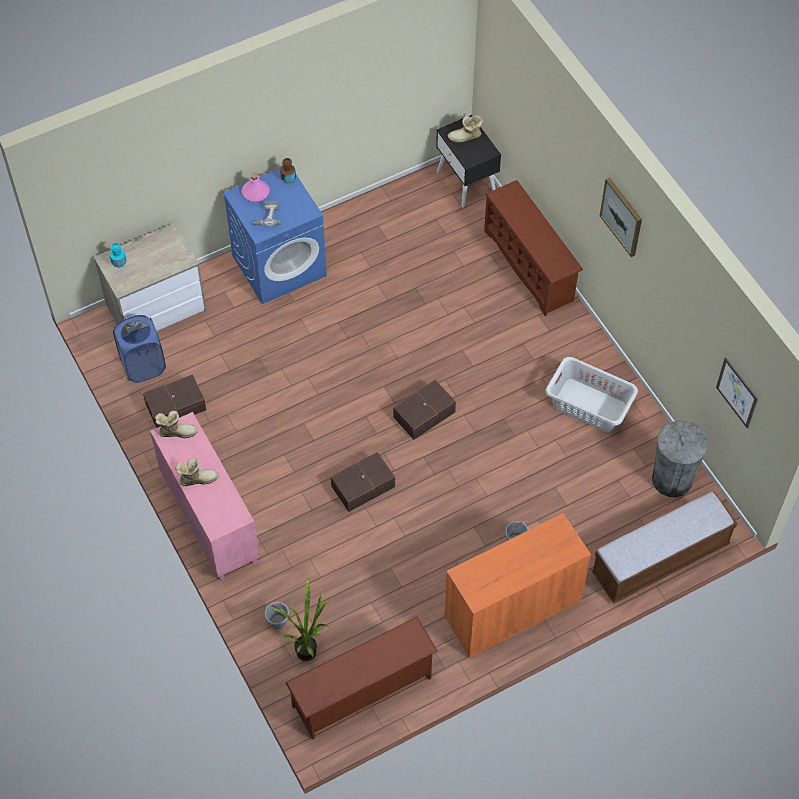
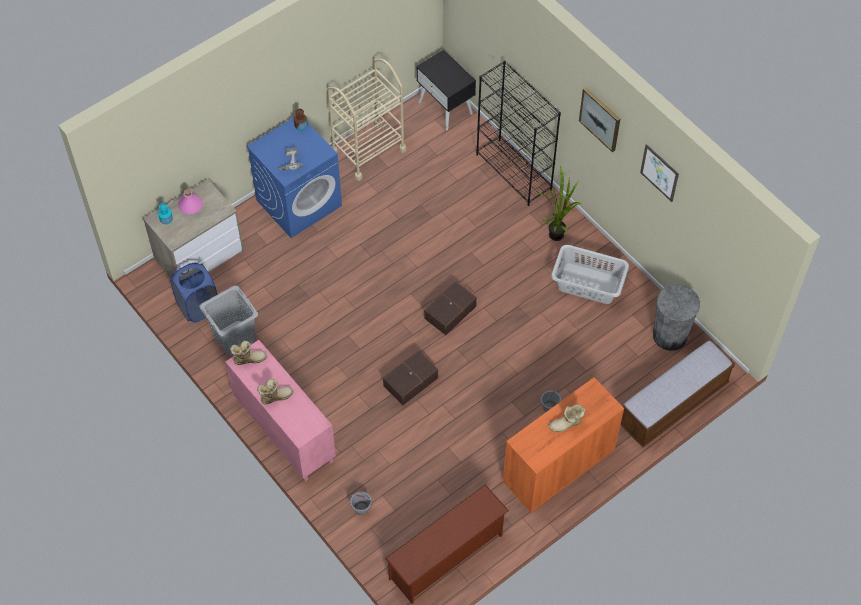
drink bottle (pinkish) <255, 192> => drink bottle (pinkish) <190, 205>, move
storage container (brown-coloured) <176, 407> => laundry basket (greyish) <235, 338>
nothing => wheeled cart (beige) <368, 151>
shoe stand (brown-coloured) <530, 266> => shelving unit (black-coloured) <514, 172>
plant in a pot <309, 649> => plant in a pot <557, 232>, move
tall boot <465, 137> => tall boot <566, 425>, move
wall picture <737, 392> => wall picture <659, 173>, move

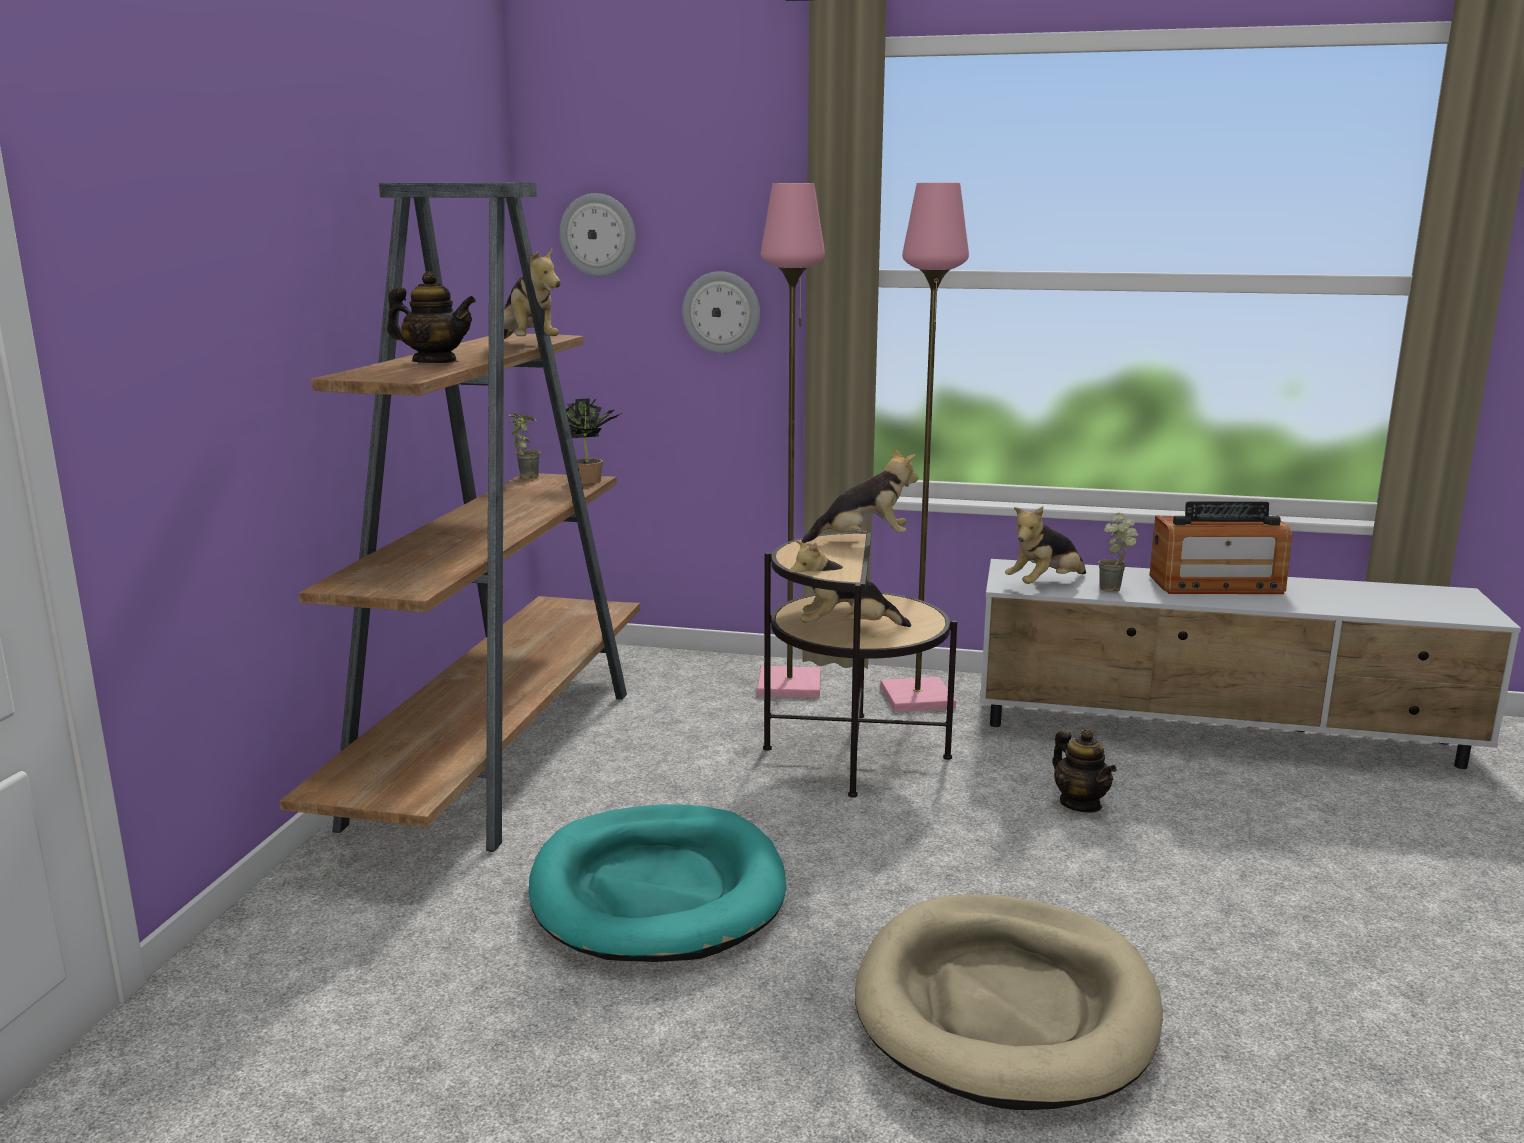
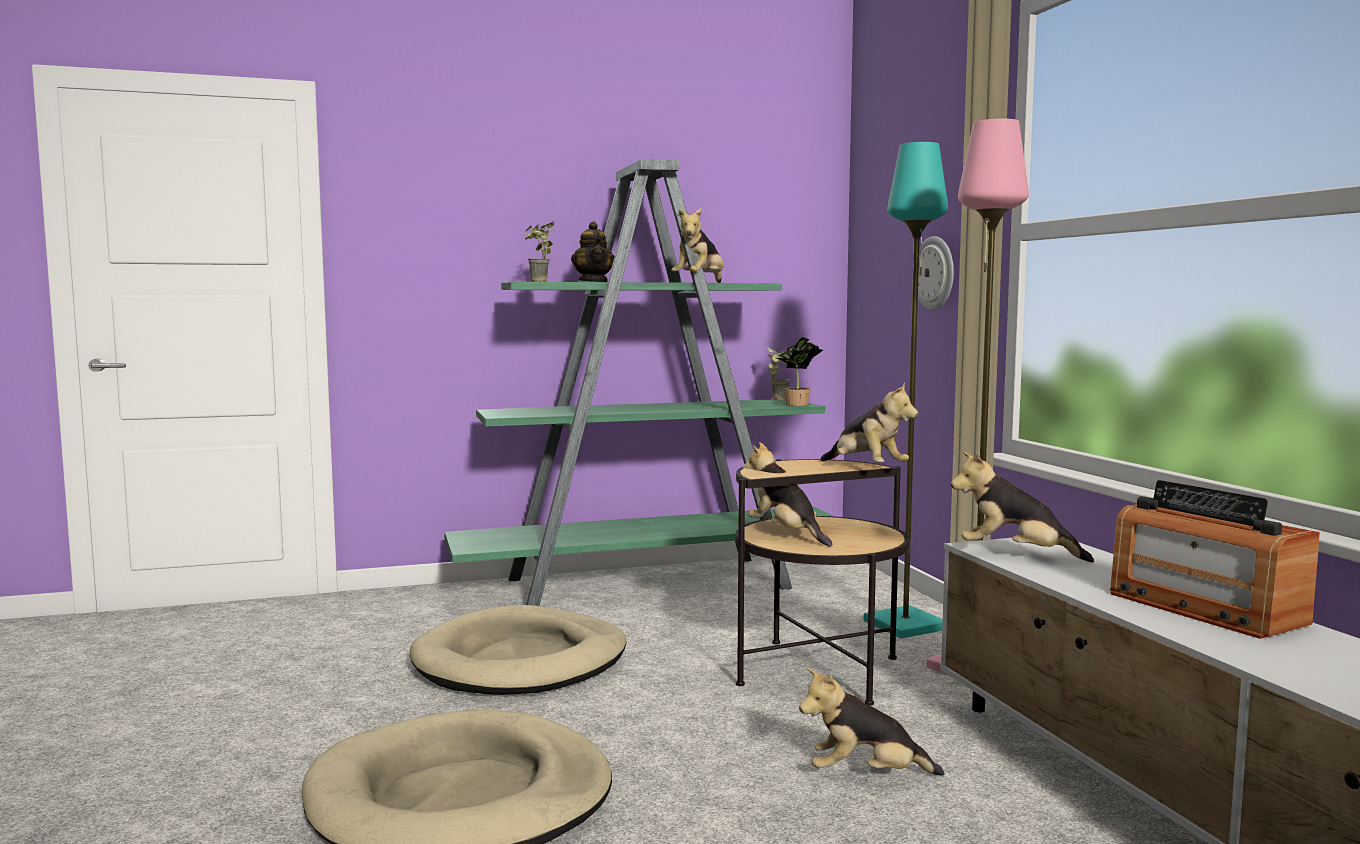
dog bed (turquoise-coloured) <657, 891> => dog bed (beige) <521, 661>
shelving unit (brown-coloured) <499, 753> => shelving unit (green) <652, 584>
plant in a pot <1116, 590> => plant in a pot <538, 282>, move
pot for tea <1080, 804> => cuddly toy <866, 775>
standard lamp (pinkish) <790, 685> => standard lamp (turquoise-coloured) <907, 625>
hanging clock <598, 235> => nothing

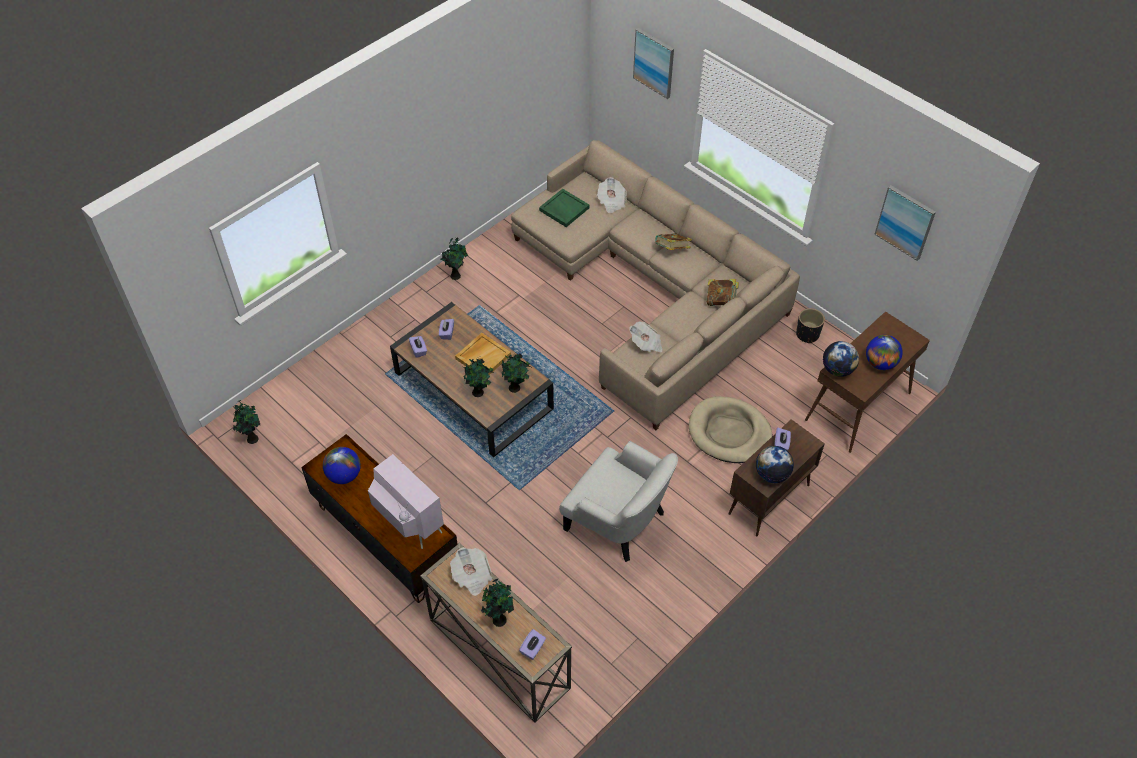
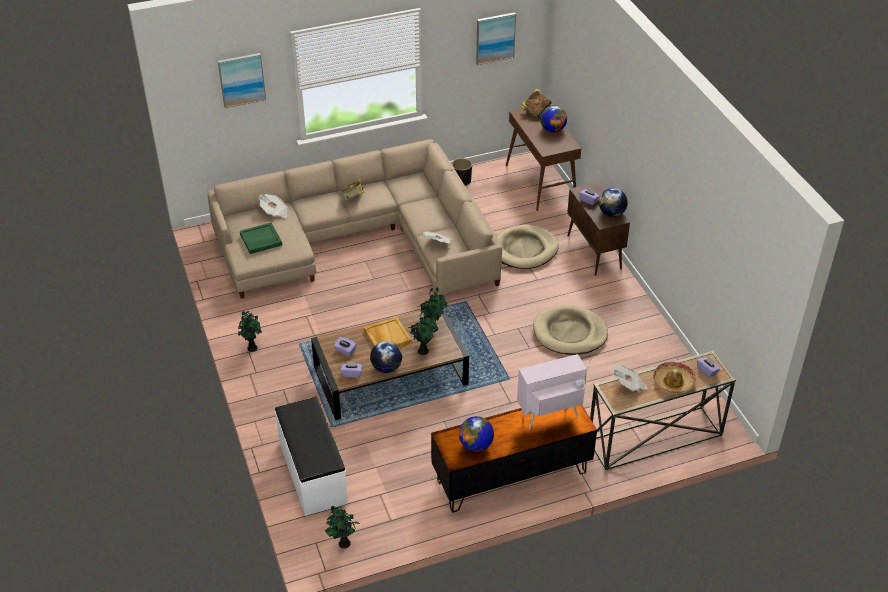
nothing => long seat (white-coloured) <312, 473>
globe <837, 370> => globe <386, 368>, move
book <721, 300> => book <536, 112>, move
easy chair (white-coloured) <618, 520> => dog bed (beige) <569, 333>
plant in a pot <498, 619> => wearable hat <673, 381>

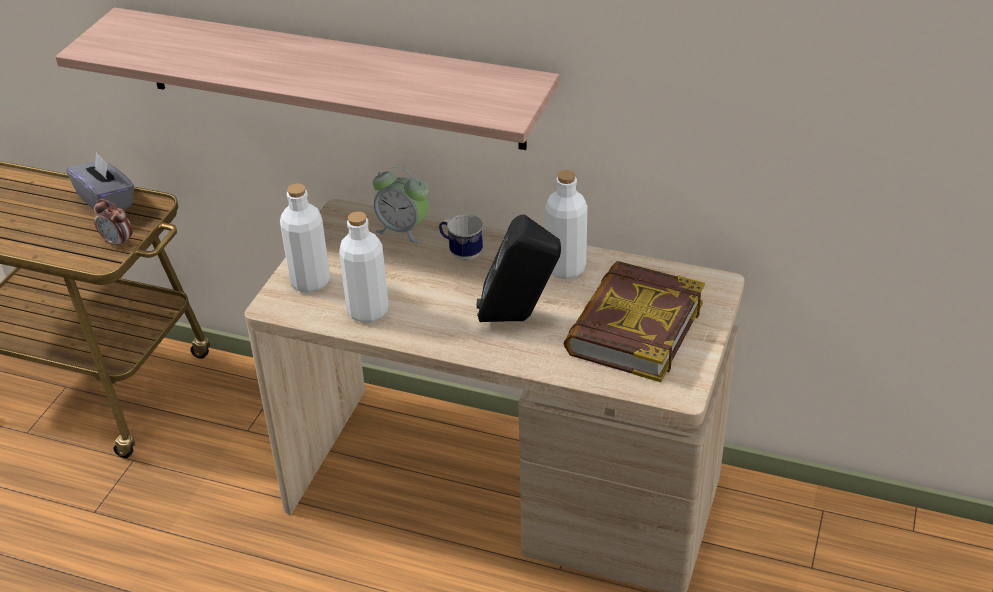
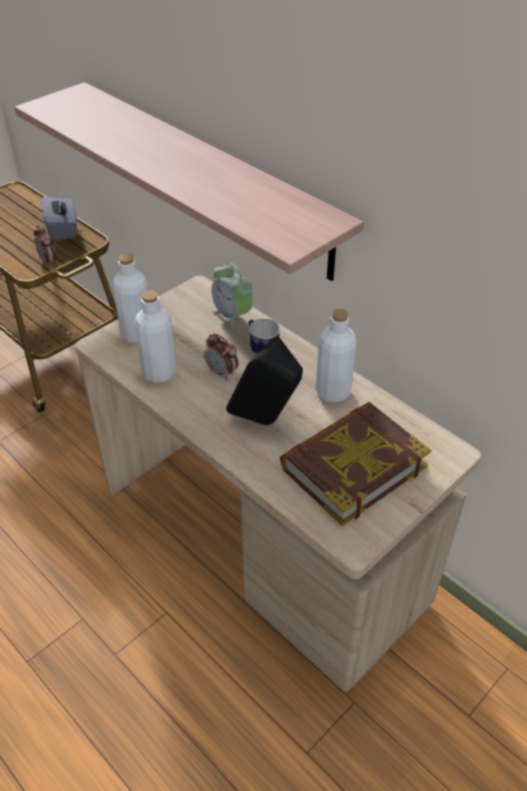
nothing => alarm clock <222, 373>

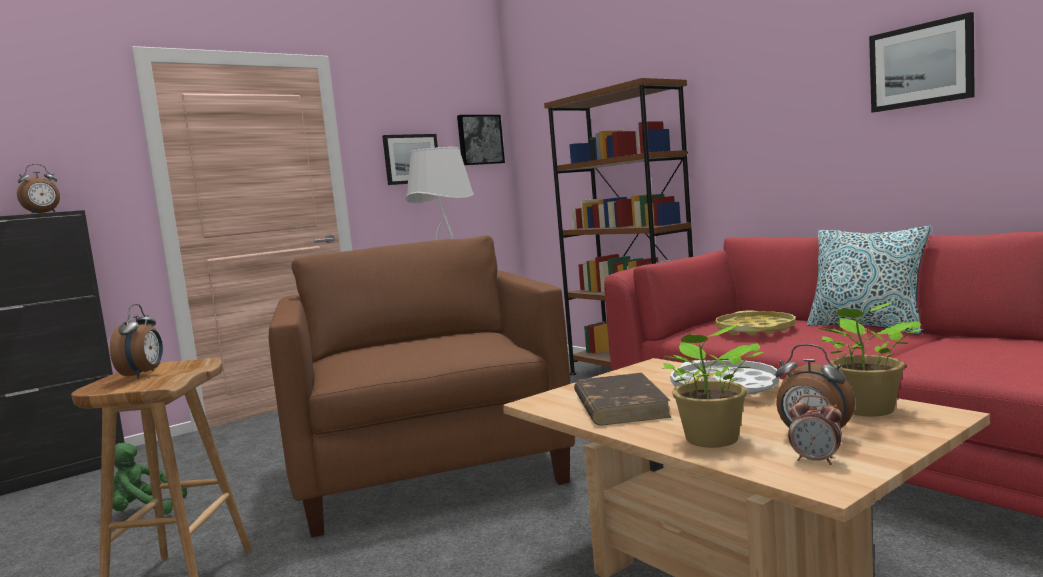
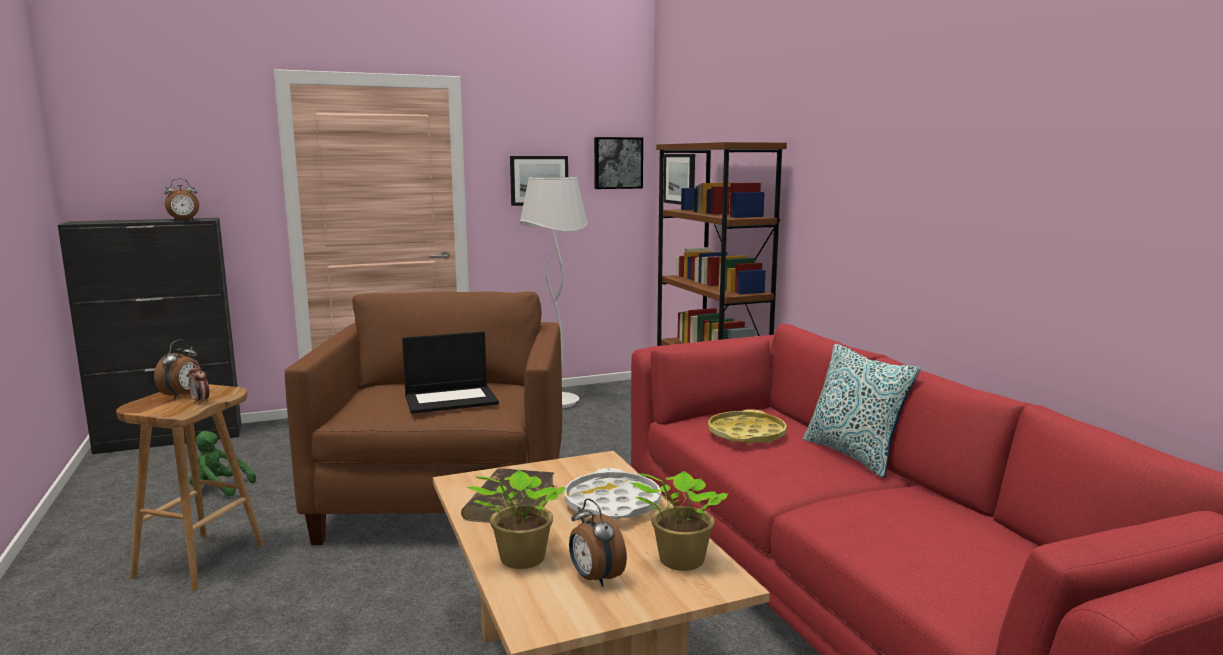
alarm clock <816, 460> => alarm clock <201, 401>, move
nothing => laptop <452, 399>
wall picture <921, 65> => wall picture <680, 179>, move

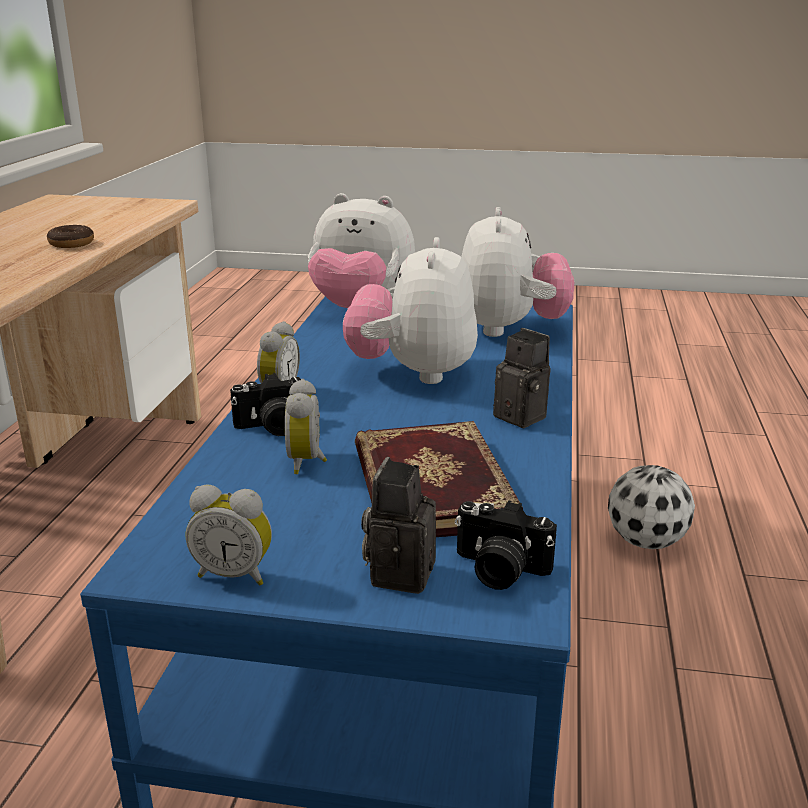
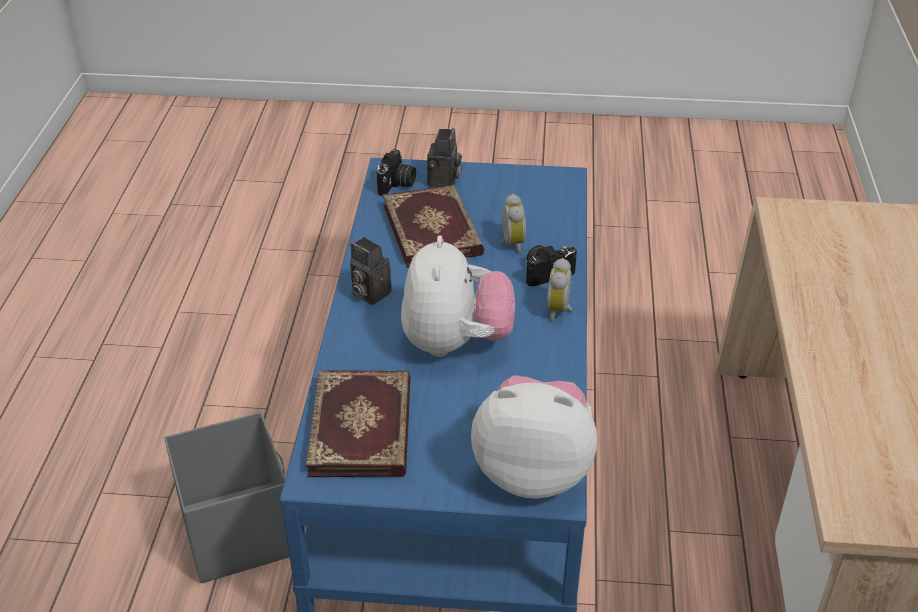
ball for football <647, 542> => storage container (greyish) <238, 530>
cuddly toy <510, 329> => book <363, 427>
photo camera <498, 570> => photo camera <397, 184>, 90 degrees clockwise
ring doughnut <71, 244> => nothing
alarm clock <235, 574> => nothing

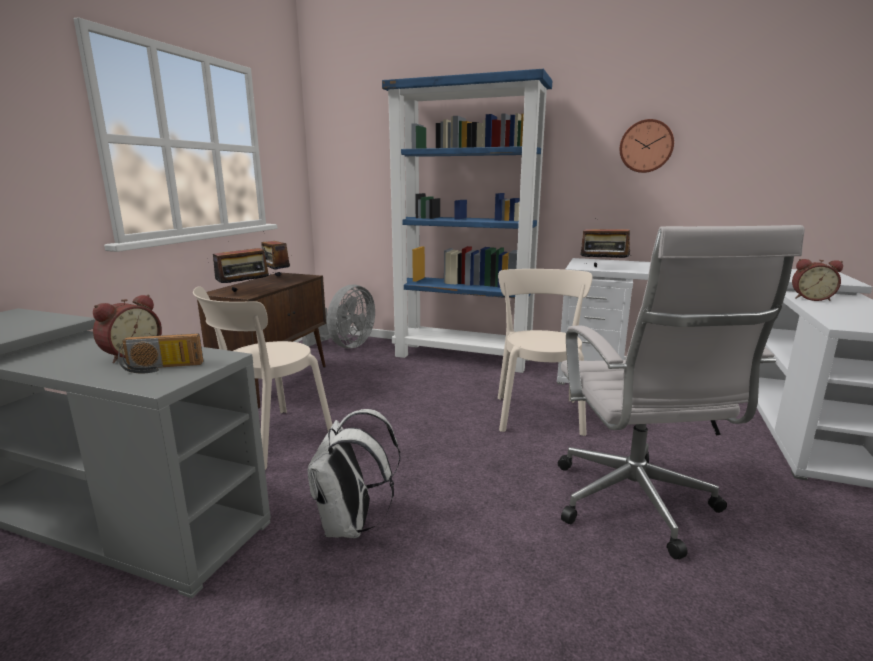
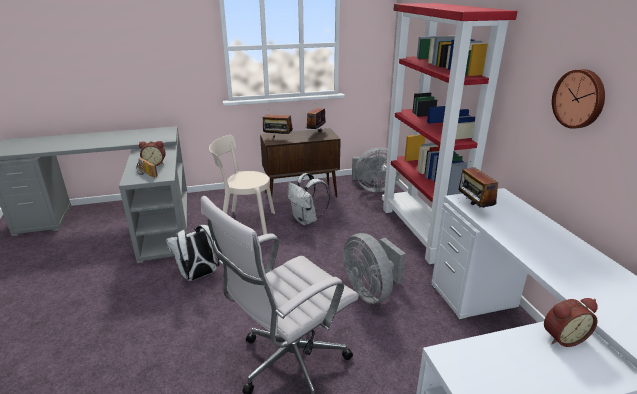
nothing => knapsack (white-coloured) <306, 220>
chair (beige) <538, 413> => electric fan (greyish) <371, 291>
shelving unit (bluish) <464, 357> => shelving unit (reddish) <421, 232>
alarm clock <811, 298> => alarm clock <562, 337>, 90 degrees counterclockwise

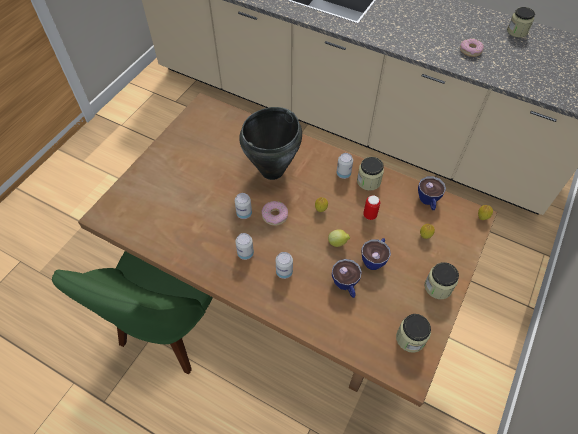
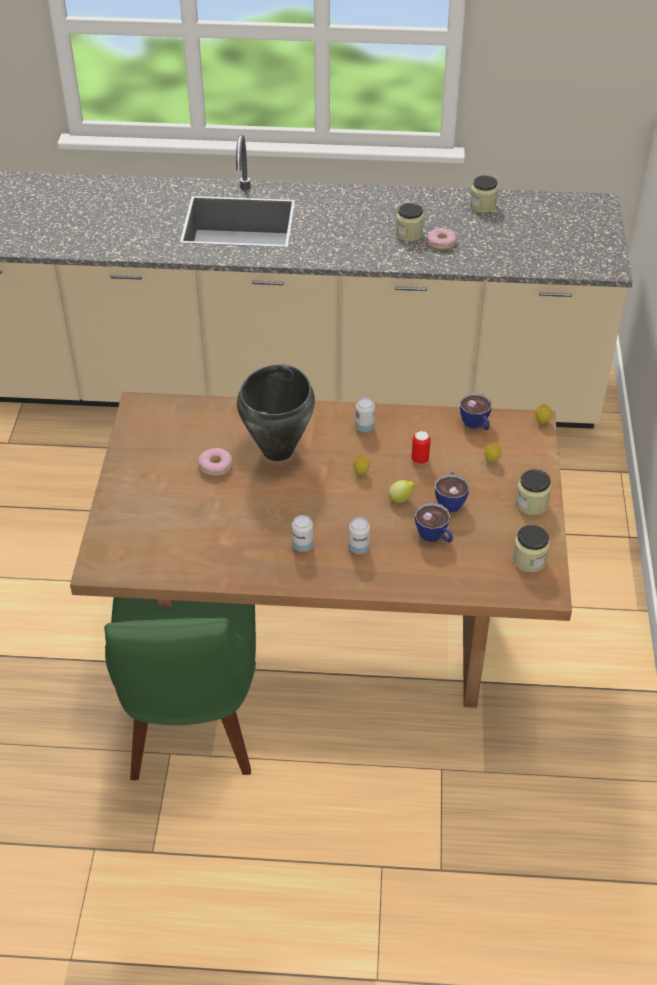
ring doughnut <274, 215> => ring doughnut <215, 466>, move
preserve jar <368, 181> => preserve jar <409, 234>, move
metal can <244, 214> => nothing

